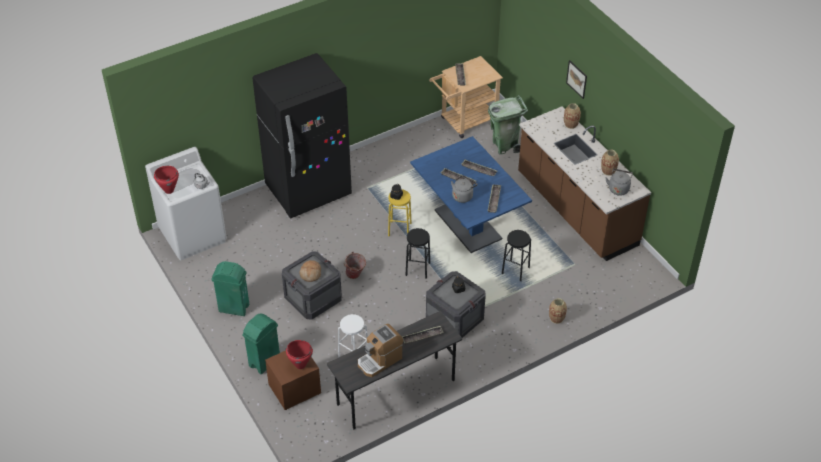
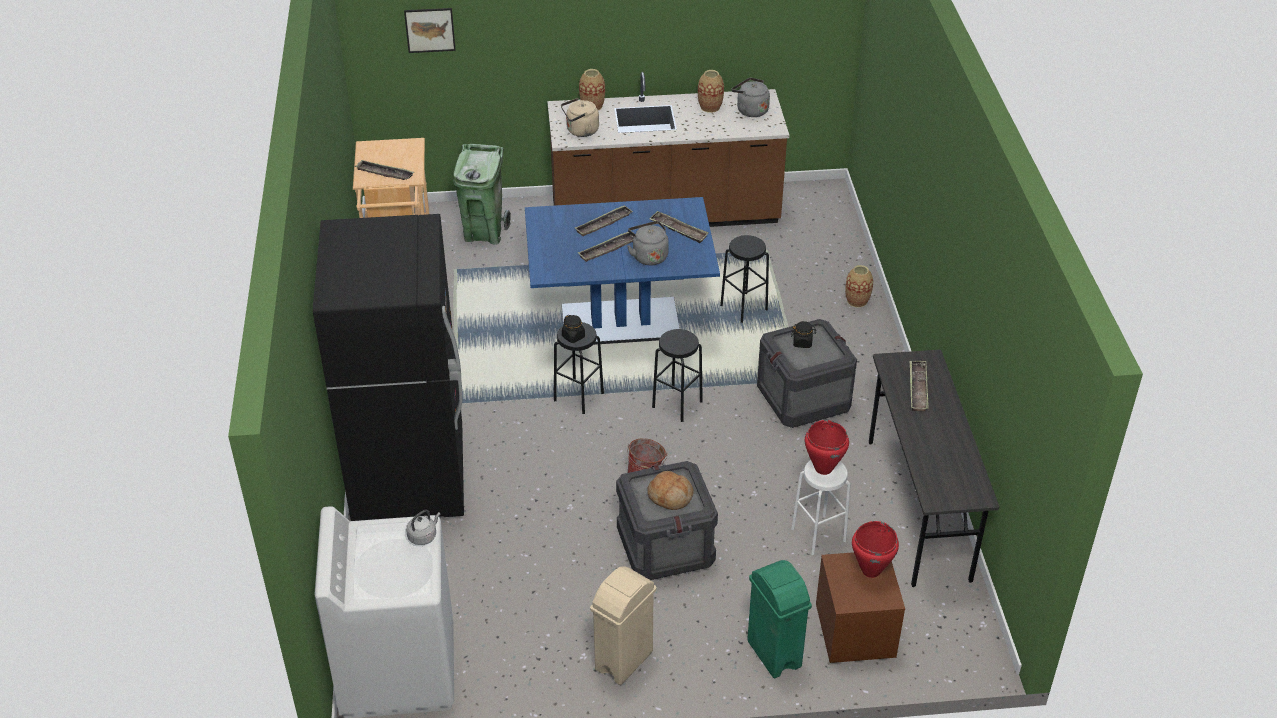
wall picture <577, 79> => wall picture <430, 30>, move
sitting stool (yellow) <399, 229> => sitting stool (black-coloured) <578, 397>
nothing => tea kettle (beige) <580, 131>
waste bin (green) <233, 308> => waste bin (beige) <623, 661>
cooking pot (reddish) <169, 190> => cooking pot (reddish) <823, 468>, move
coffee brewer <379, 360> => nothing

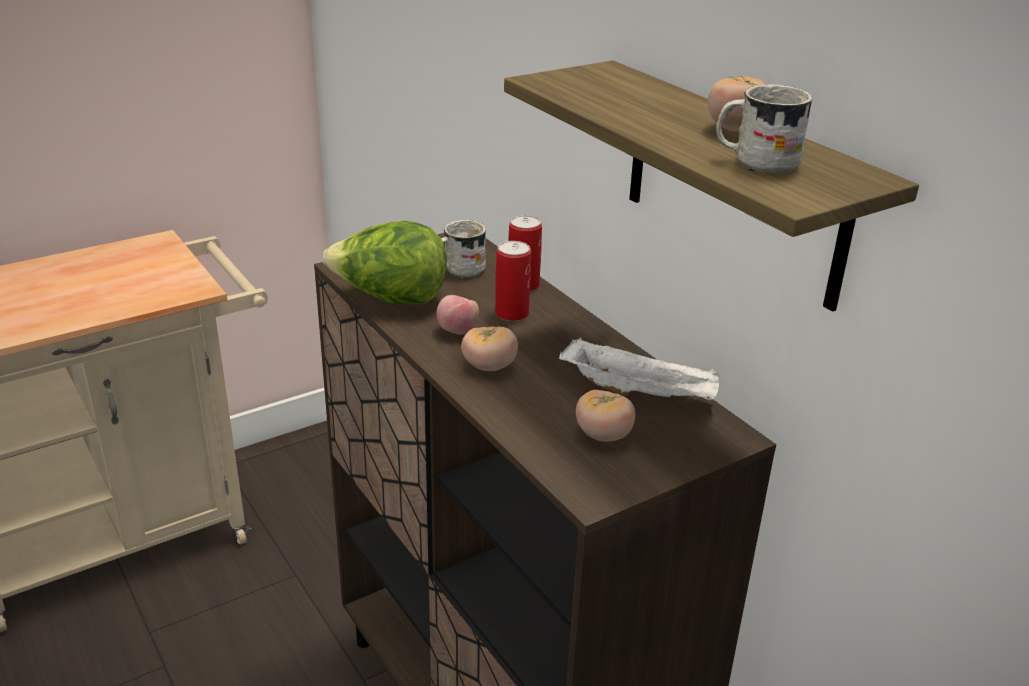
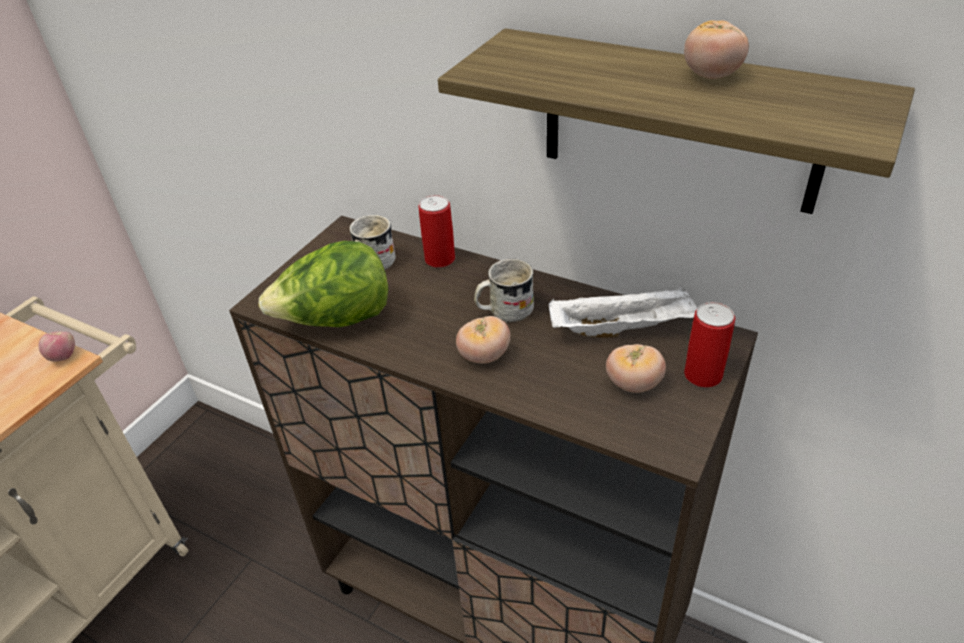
whole apple <457, 331> => whole apple <63, 356>, move
mug (white-coloured) <755, 162> => mug (white-coloured) <504, 311>, move
metal can <512, 313> => metal can <703, 375>, move

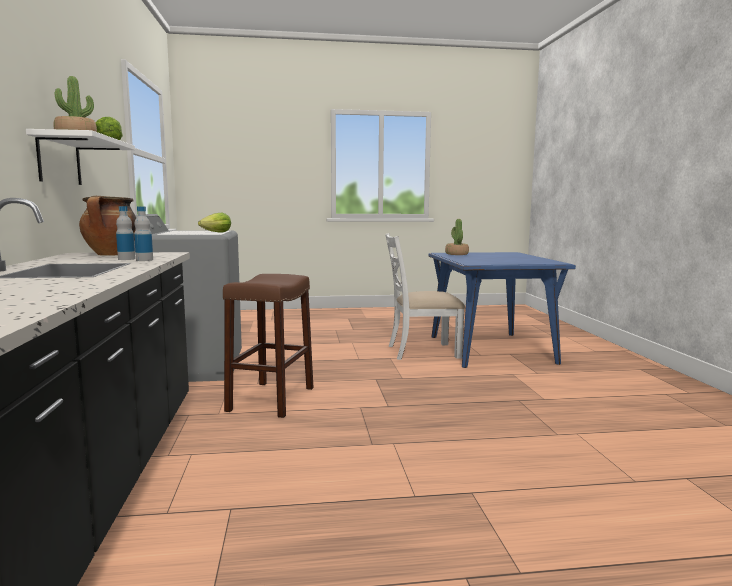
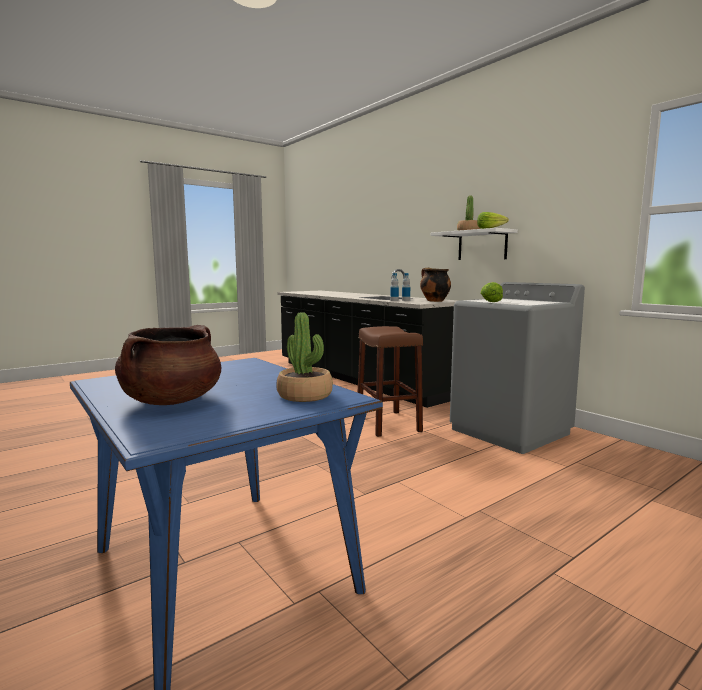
nothing => cooking pot (brown-coloured) <172, 401>
chair (white-coloured) <422, 351> => nothing

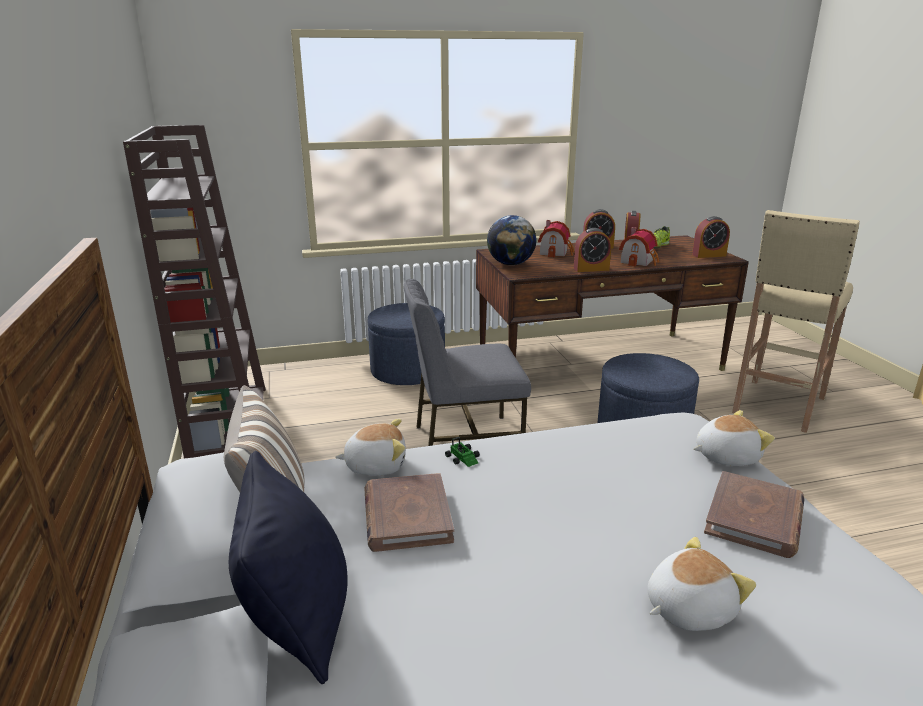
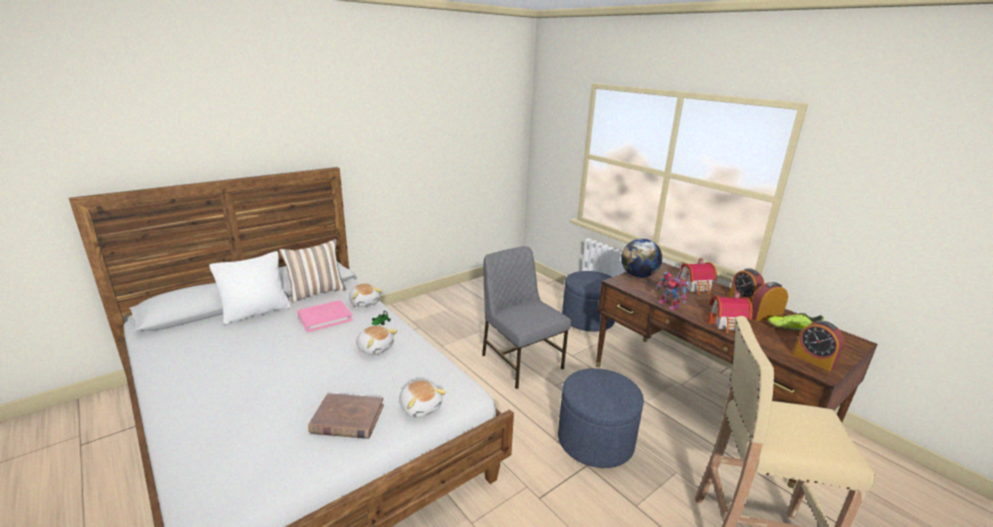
cushion (black-coloured) <298, 620> => cushion (white-coloured) <256, 312>
book (brown-coloured) <407, 516> => book (pinkish) <325, 318>
cuddly toy <687, 608> => cuddly toy <375, 348>, move
alarm clock <591, 269> => robot figure <671, 305>
shelving unit (brown-coloured) <227, 421> => nothing

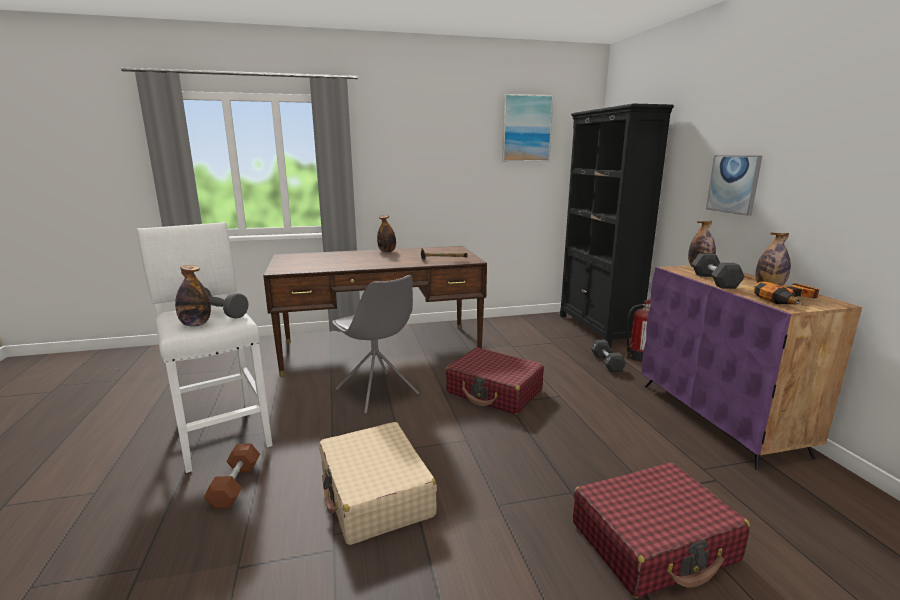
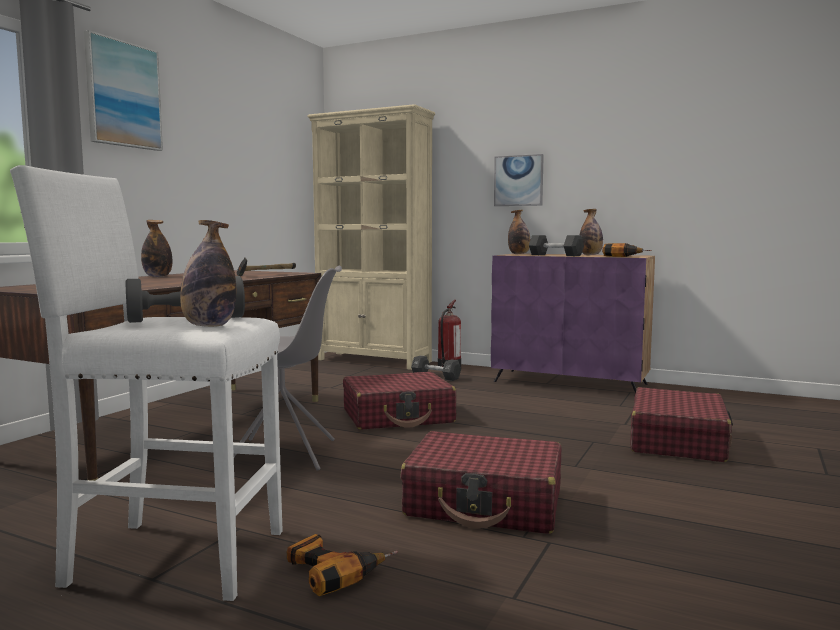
wall picture <526, 128> => wall picture <123, 94>, move
dumbbell (brown-coloured) <235, 485> => drill <335, 570>
shelving unit (black-coloured) <597, 329> => shelving unit (beige) <374, 361>
suitcase (beige) <375, 494> => suitcase (reddish) <485, 503>

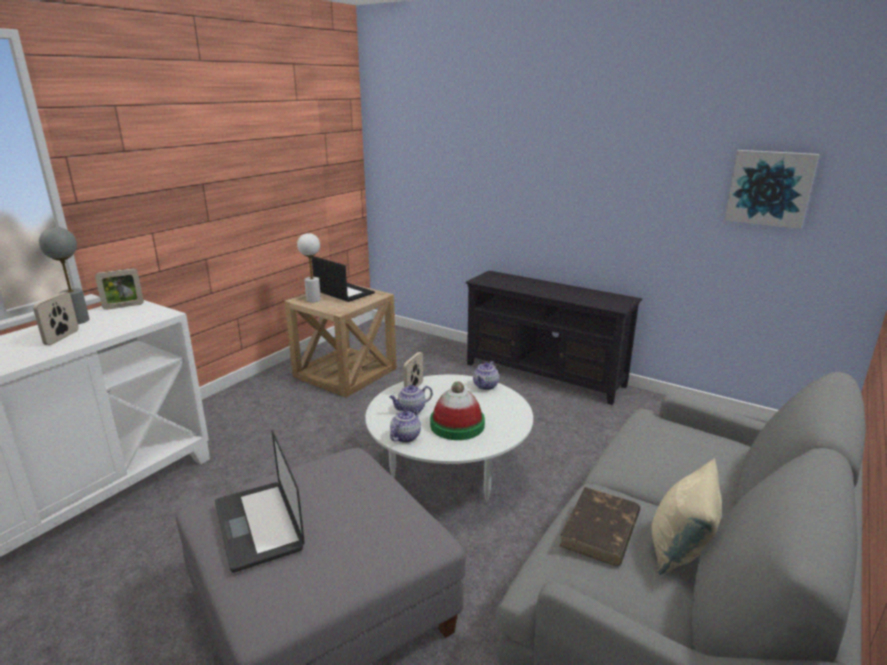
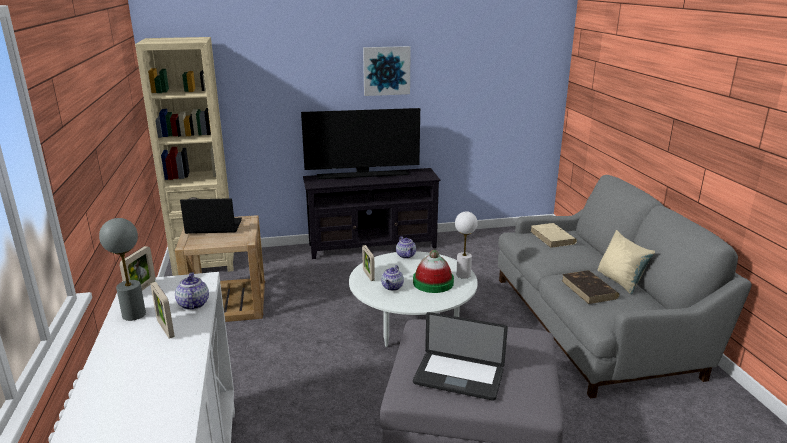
nothing => shelving unit (beige) <205, 262>
pot for tea <405, 436> => pot for tea <193, 304>, move
nothing => TV set <363, 175>
wall picture <769, 188> => wall picture <386, 70>, move
tabletop lamp (white-coloured) <313, 300> => tabletop lamp (white-coloured) <463, 275>, move
nothing => book (beige) <552, 237>

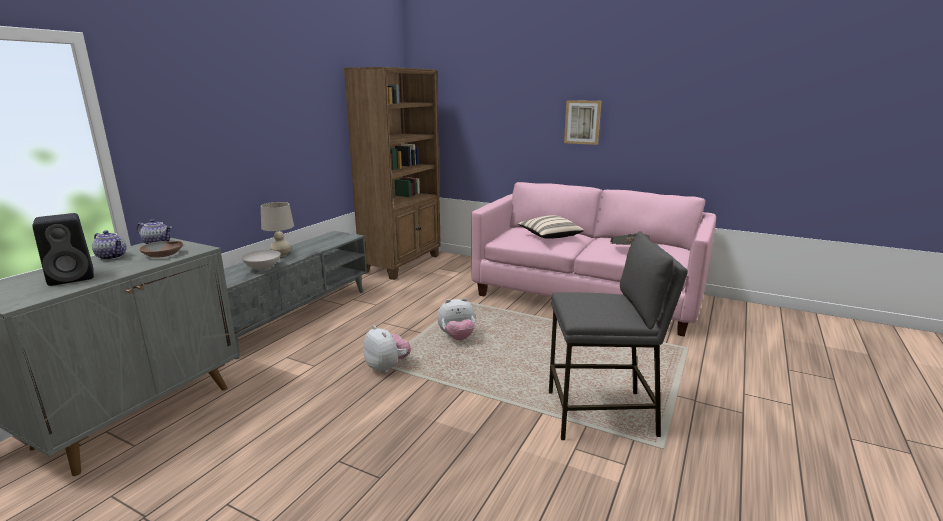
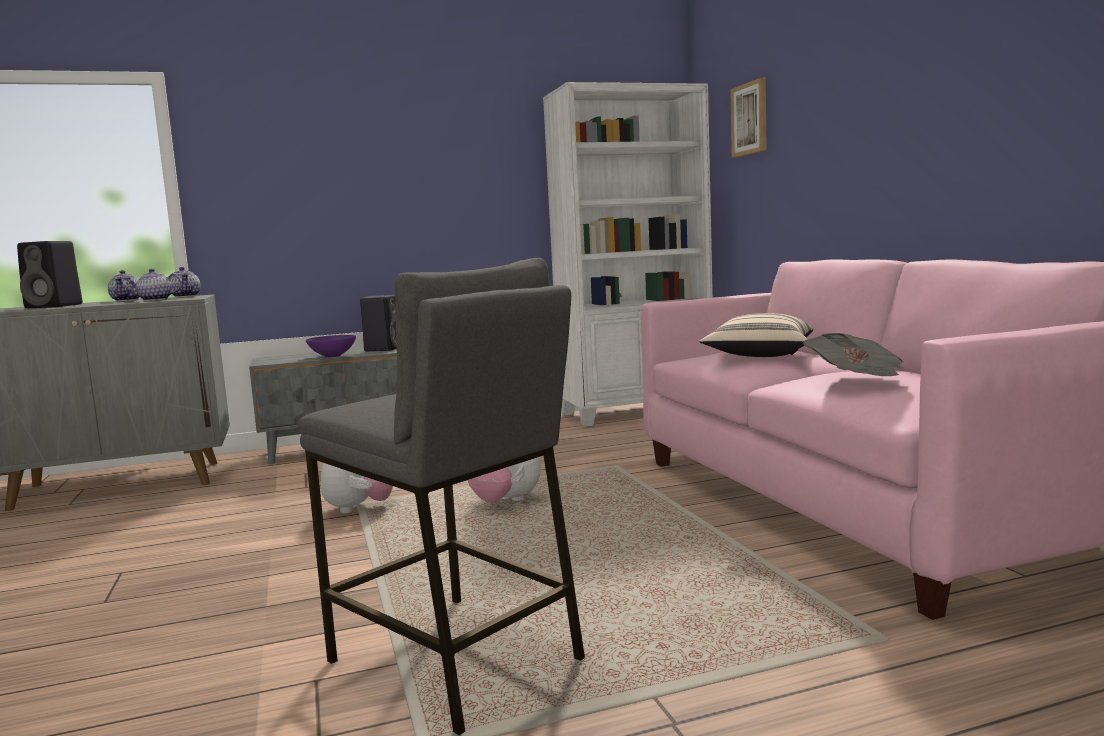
bowl (brown-coloured) <163, 254> => pot for tea <155, 300>
bowl (white-coloured) <262, 268> => bowl (purplish) <331, 356>
tabletop lamp (beige) <281, 255> => audio speaker (black-coloured) <383, 349>
shelving unit (brown-coloured) <402, 264> => shelving unit (white-coloured) <637, 412>
wall picture <582, 122> => wall picture <750, 119>, move

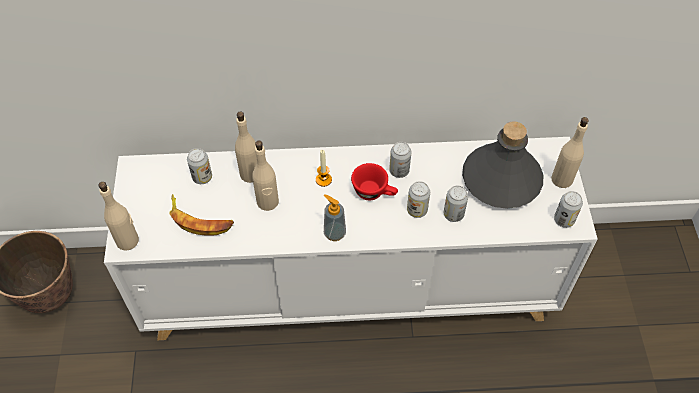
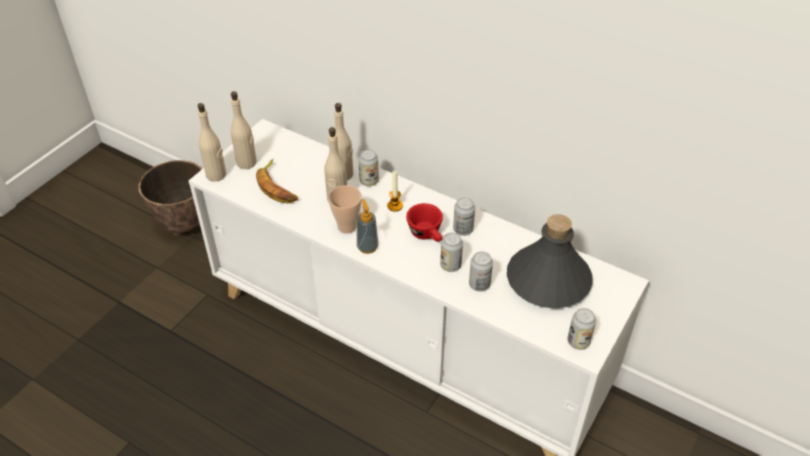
drink bottle (beige) <562, 179> => drink bottle (beige) <247, 163>, move
nothing => small cup <347, 227>
metal can <202, 177> => metal can <369, 181>, move

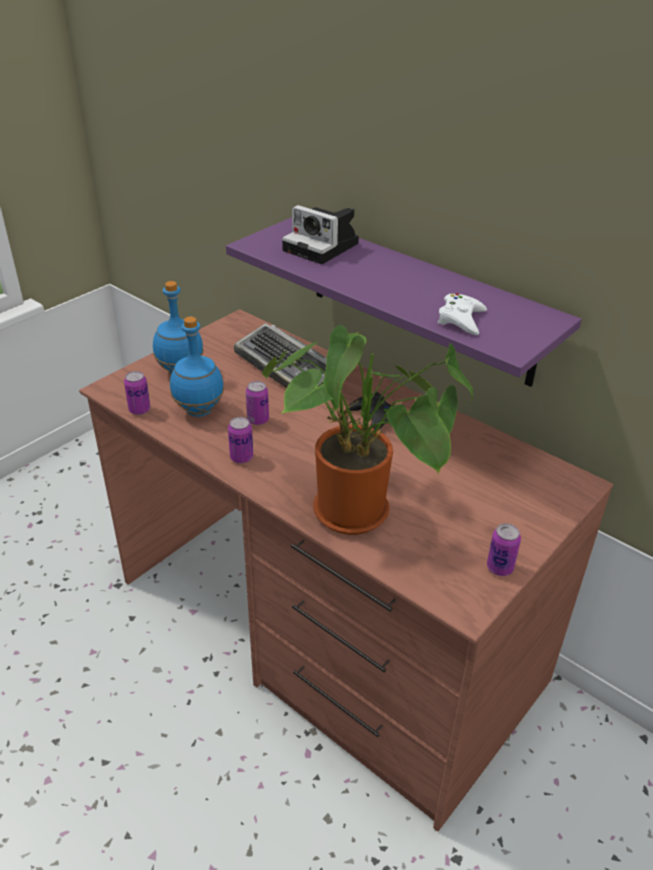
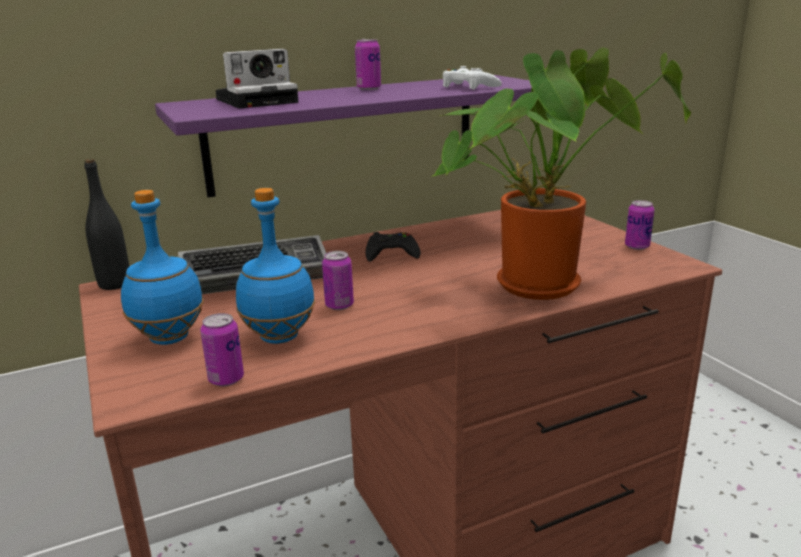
nothing => drink bottle (black-coloured) <115, 284>
metal can <241, 457> => metal can <369, 89>, move

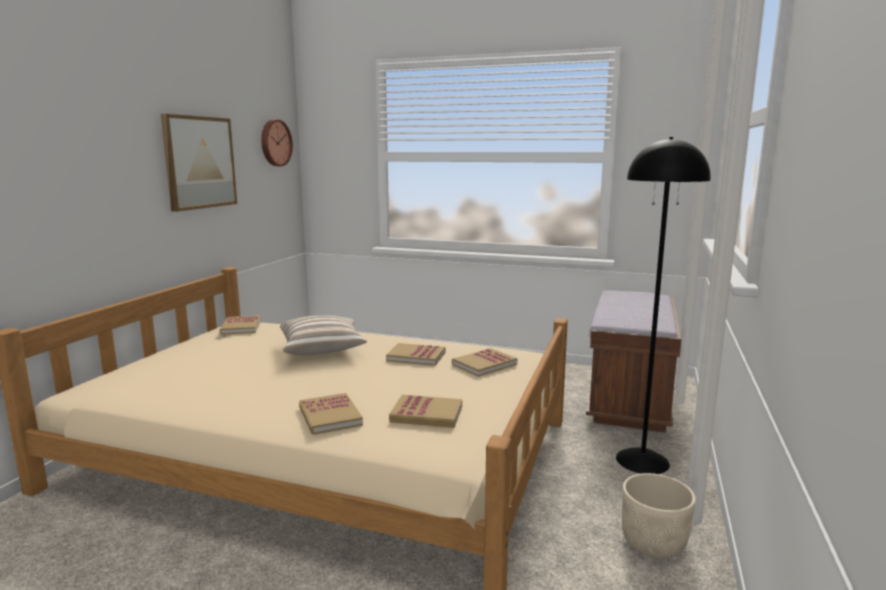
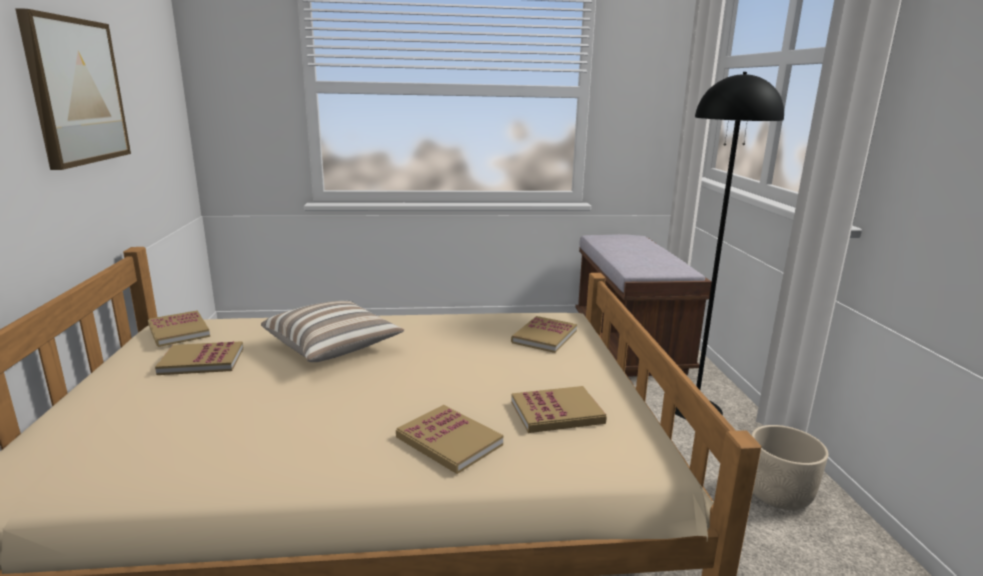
book <416, 356> => book <202, 361>, move
hanging clock <275, 143> => nothing

